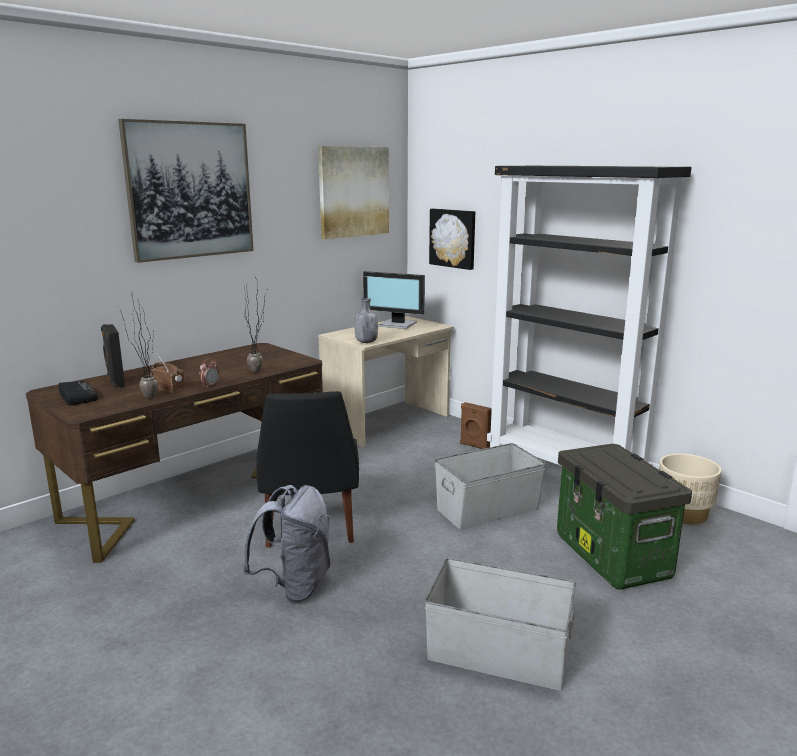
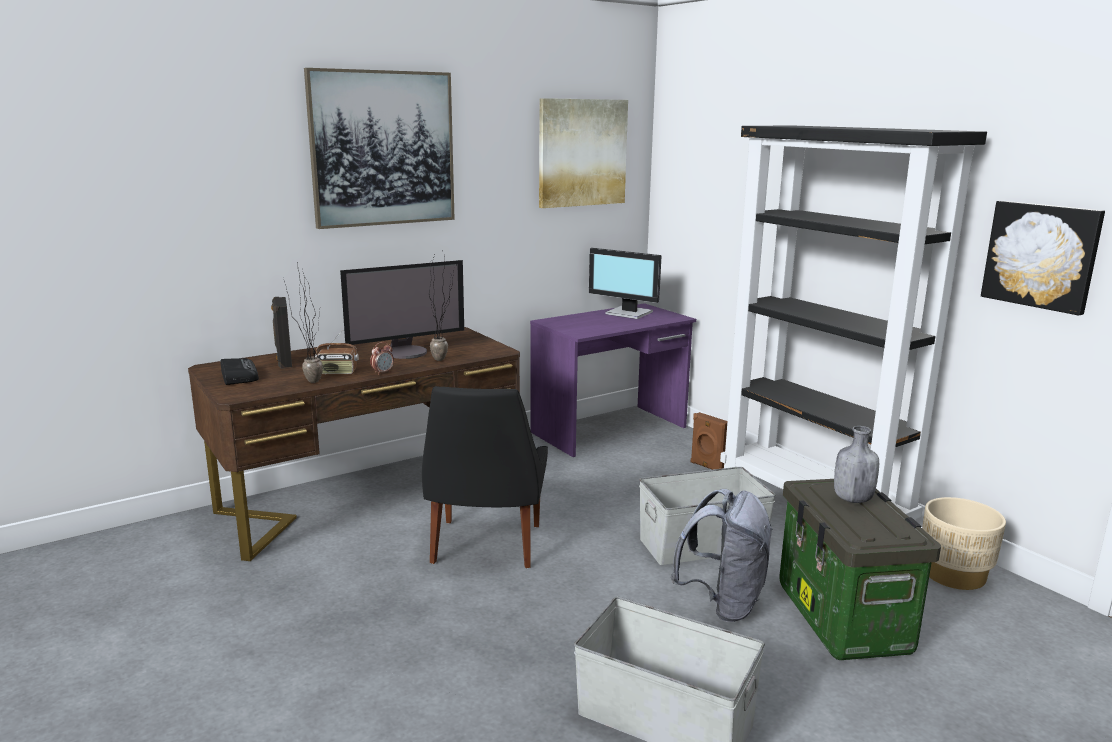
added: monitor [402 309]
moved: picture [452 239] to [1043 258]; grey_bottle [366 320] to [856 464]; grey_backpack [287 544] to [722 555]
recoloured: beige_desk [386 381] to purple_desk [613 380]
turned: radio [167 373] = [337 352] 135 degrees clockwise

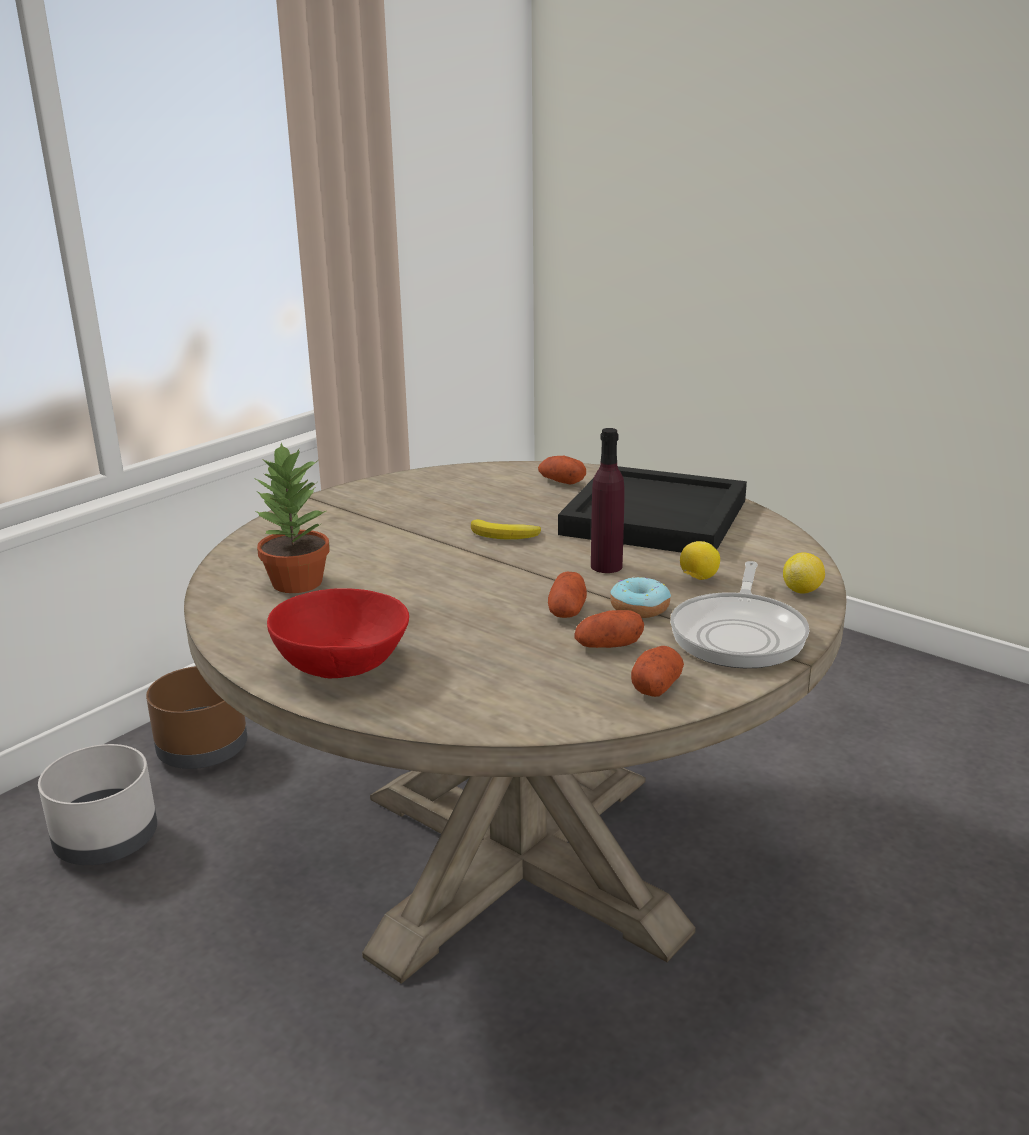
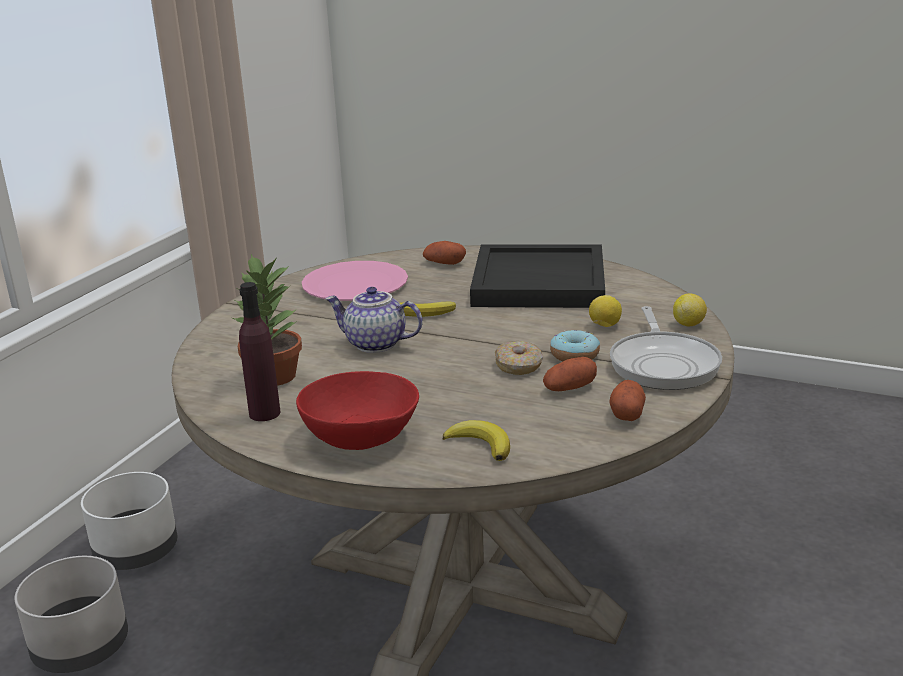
added: pink_plate [355 281]; teapot [374 320]; banana [476 440]
moved: purple_bottle [607 500] to [259 351]
replaced: potato [567 595] to donut [519 358]
recoloured: brown_planter [196 717] to white_planter [129 521]

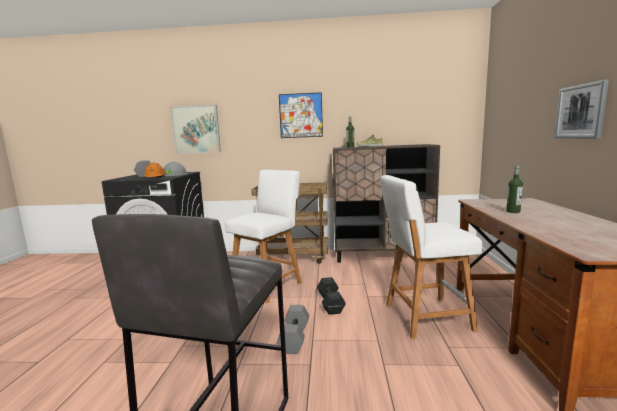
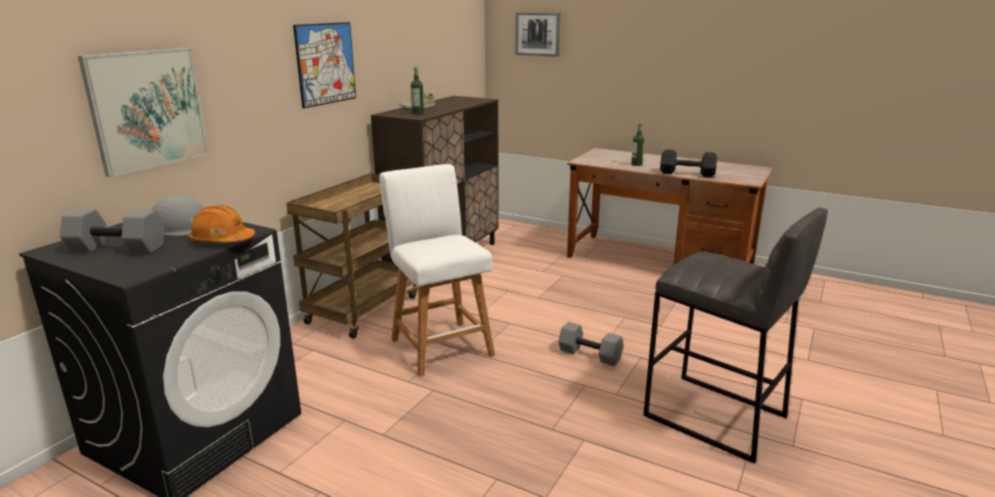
removed: white_stool [431 257]
moved: picture [581 109] to [538 34]; black_dumbbell [331 296] to [688 163]

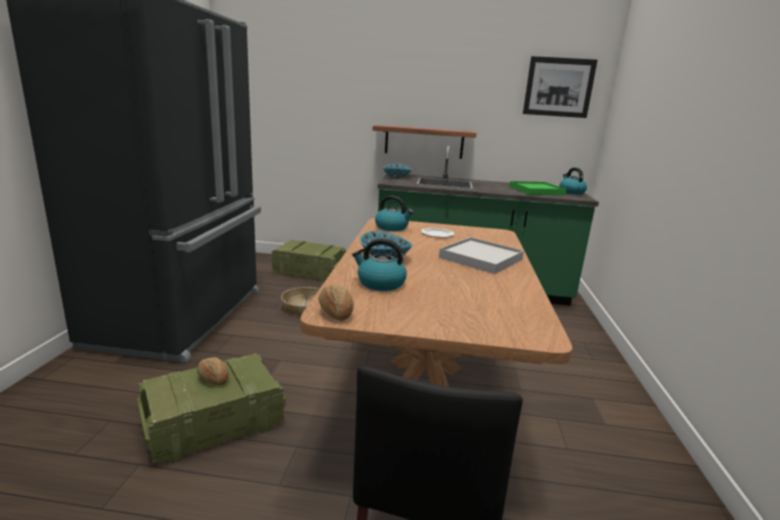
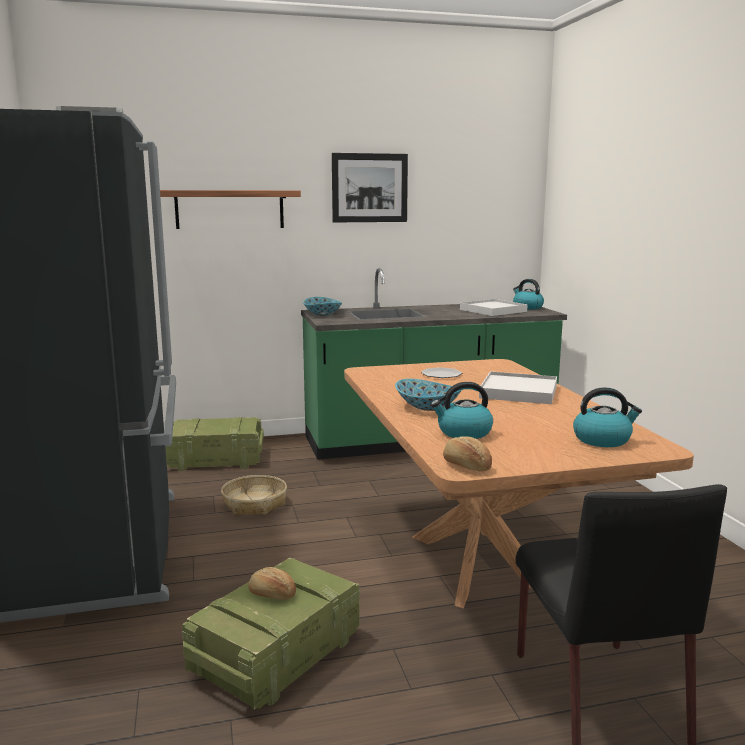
moved: picture [560 87] to [370 187]; shelf [424 142] to [230 209]; kettle [394 213] to [607 417]
recoloured: green_tray [538 188] to white_tray [494 307]

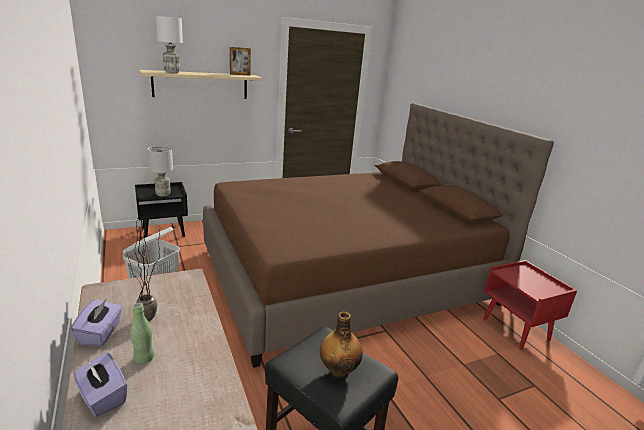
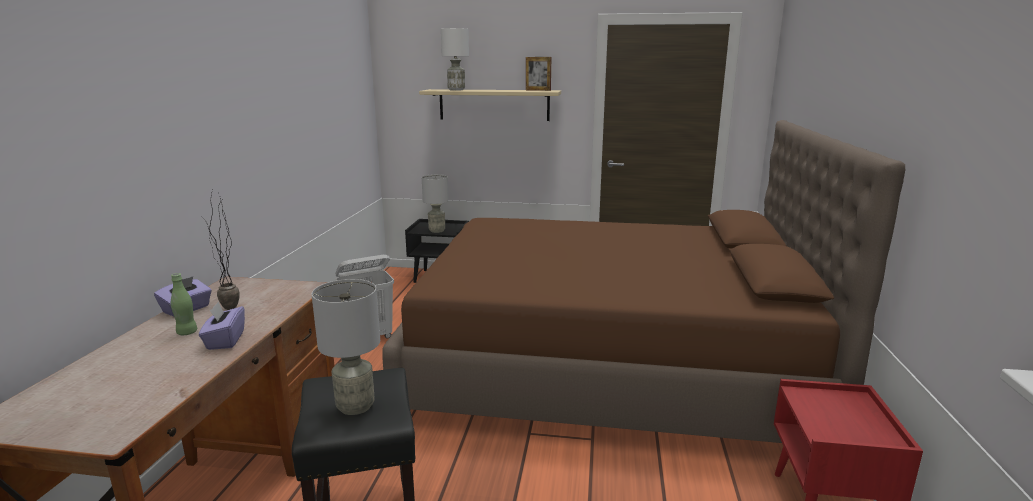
moved: purple_tissue_box [100 384] to [222 326]
replaced: bottle [341 344] to grey_table_lamp [346 347]

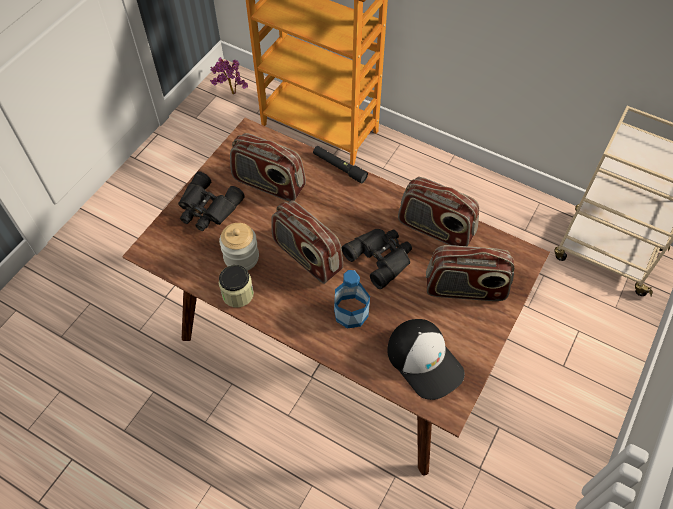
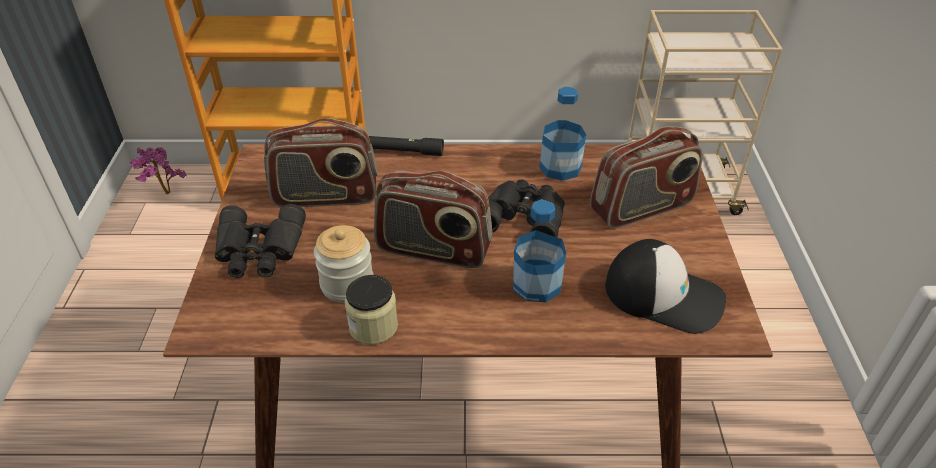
replaced: radio [438 211] to bottle [562 134]

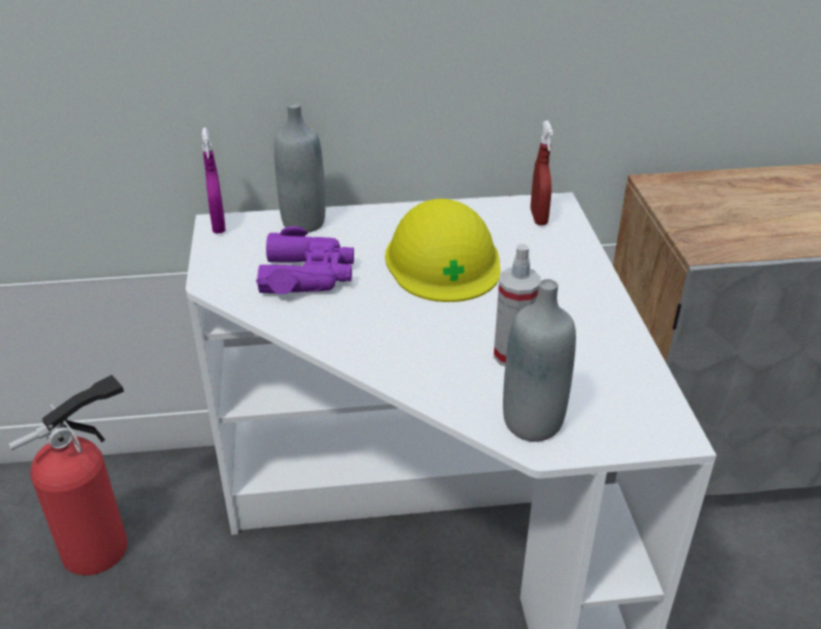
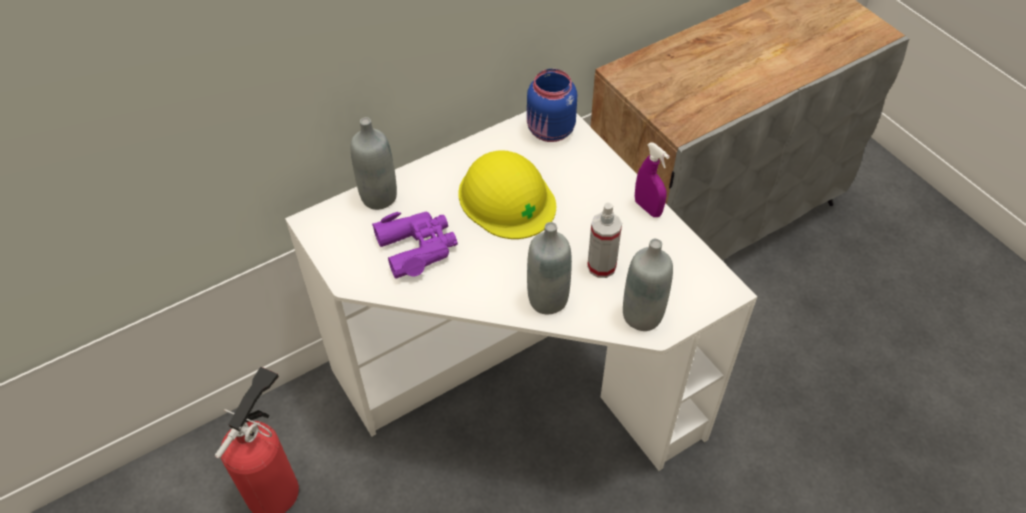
added: grey_bottle [549 268]
moved: purple_spray_bottle [213 181] to [652 179]
replaced: red_spray_bottle [541 172] to blue_jar [552 105]

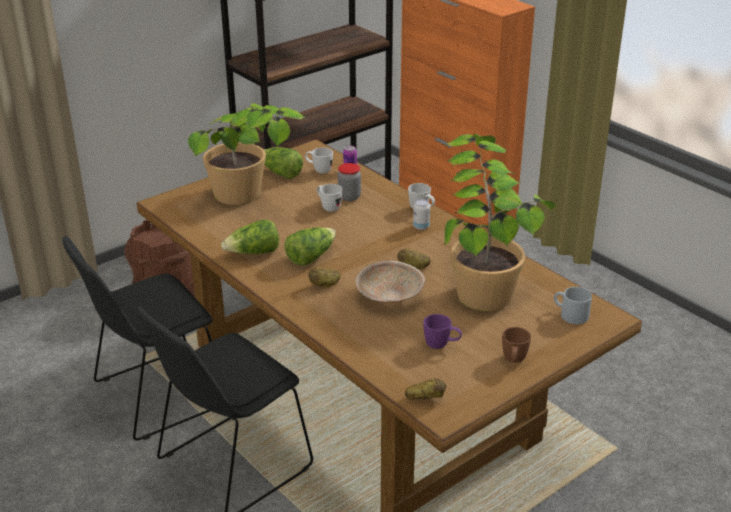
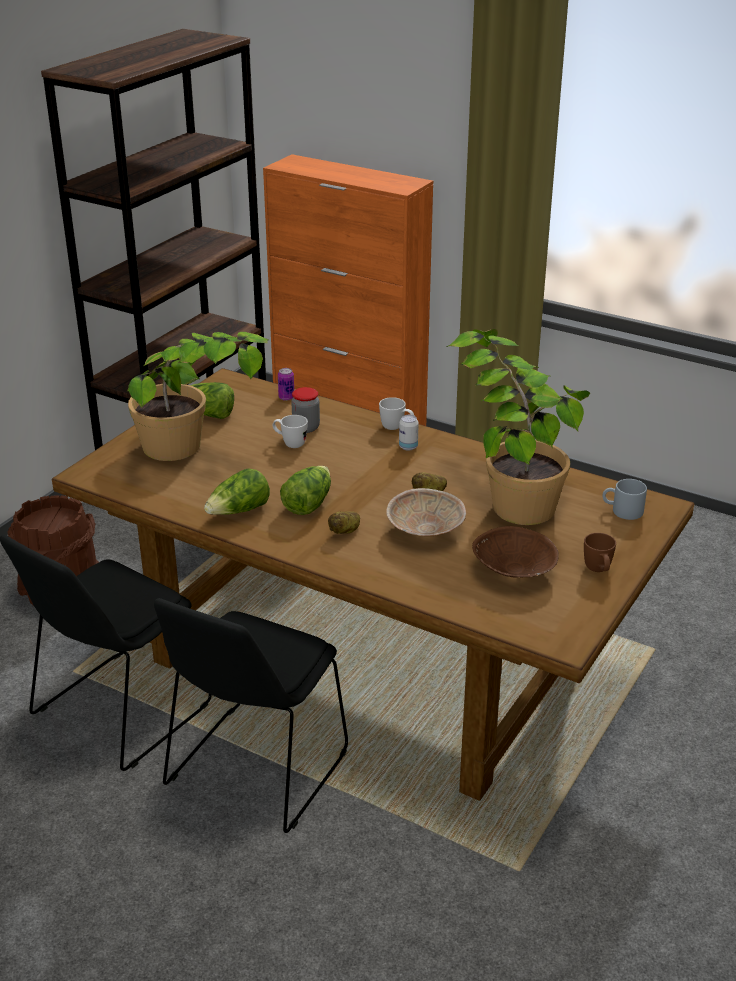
removed: white_mug [319 160]; potato [425 389]
replaced: purple_mug [442 331] to brown_bowl [515 552]

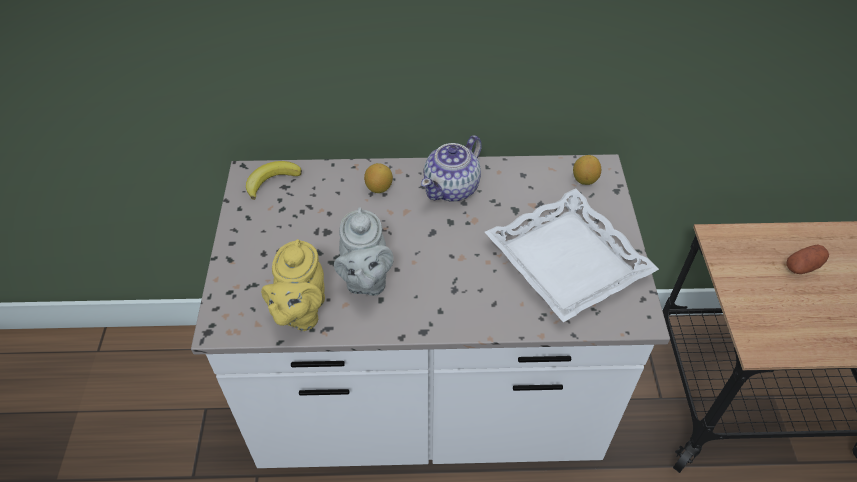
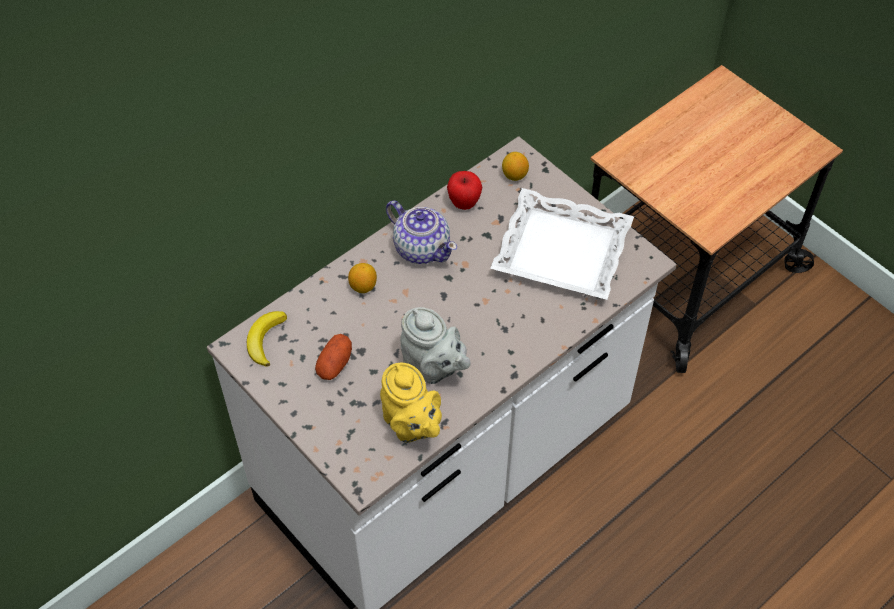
added: apple [464 190]
moved: potato [807 259] to [333 357]
turned: teapot [451 168] = [421 232] 45 degrees counterclockwise

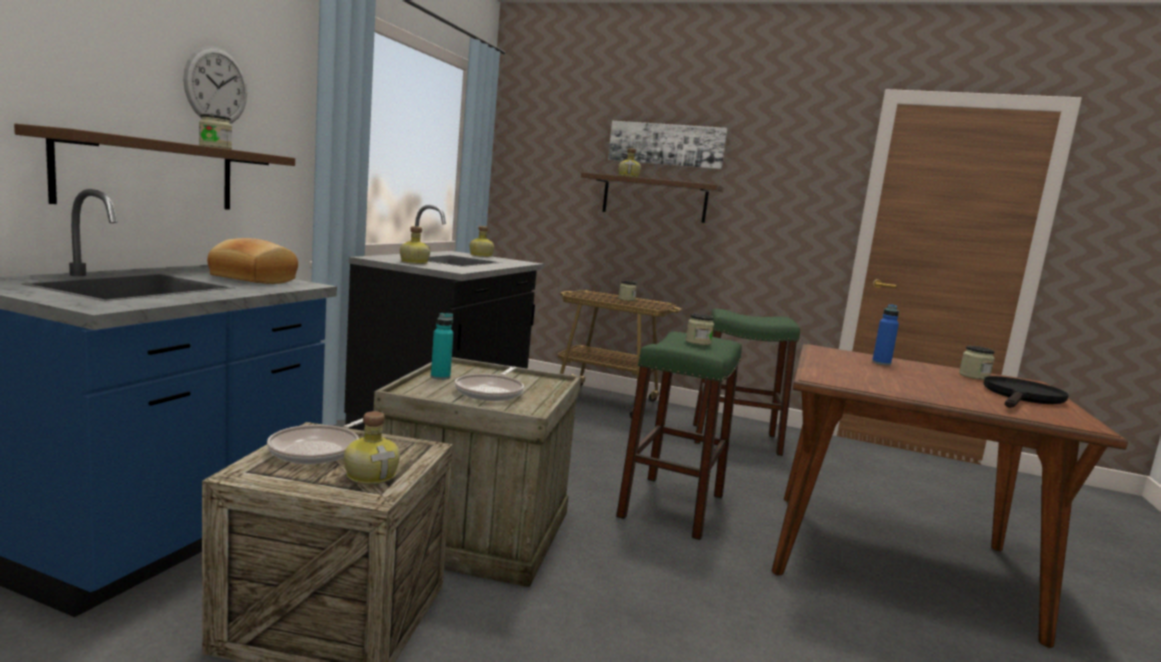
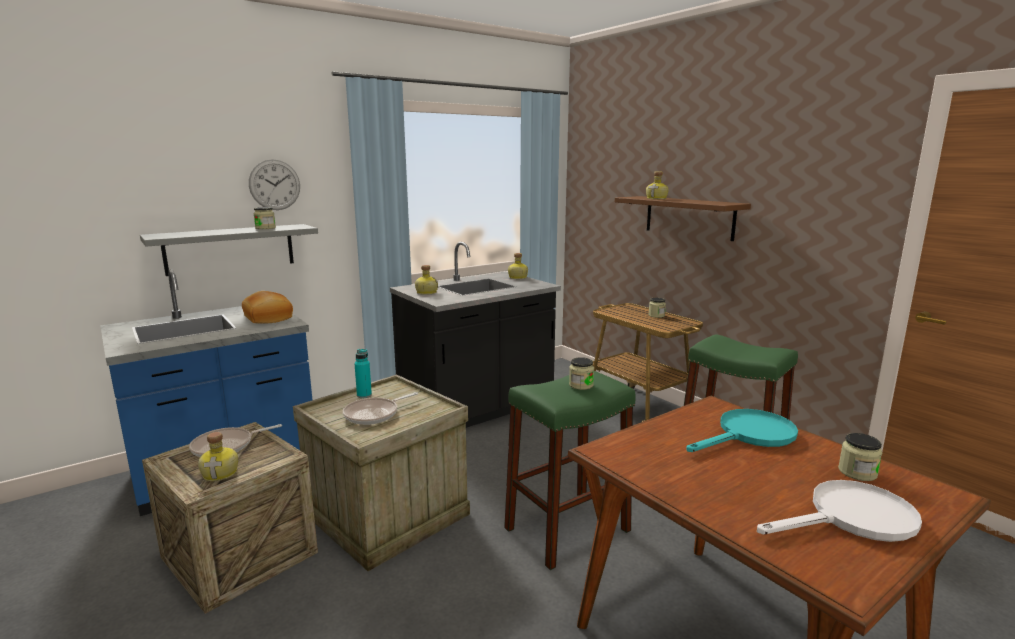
removed: picture [668 145]
replaced: blue_bottle [885 335] to turquoise_frying_pan [742 430]
recoloured: brown_shelf [154 167] to grey_shelf [229 250]; black_frying_pan [1026 392] to white_frying_pan [839 511]

